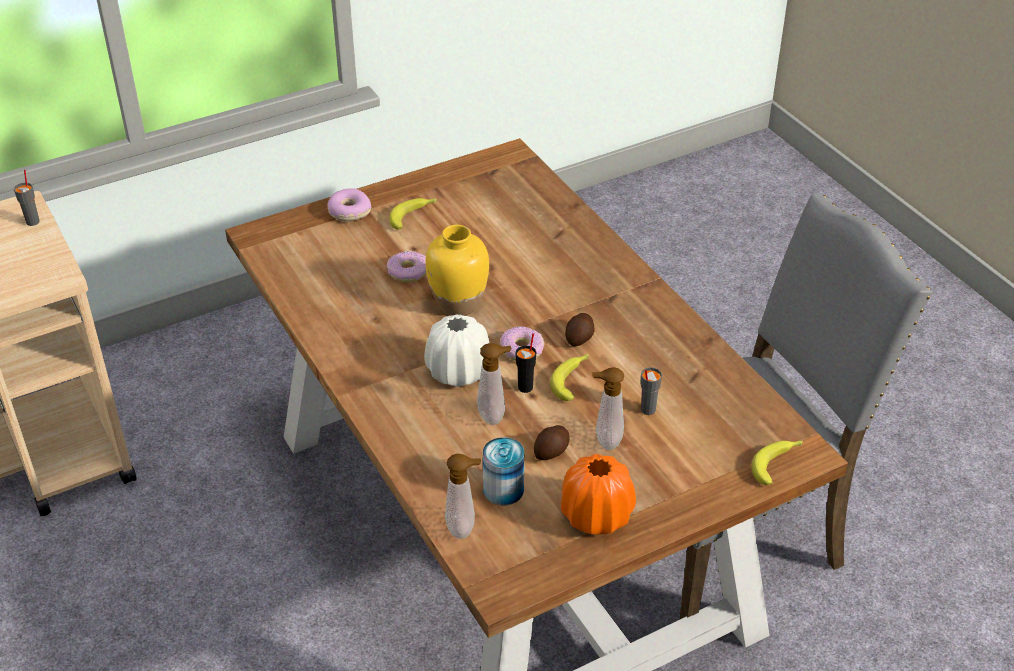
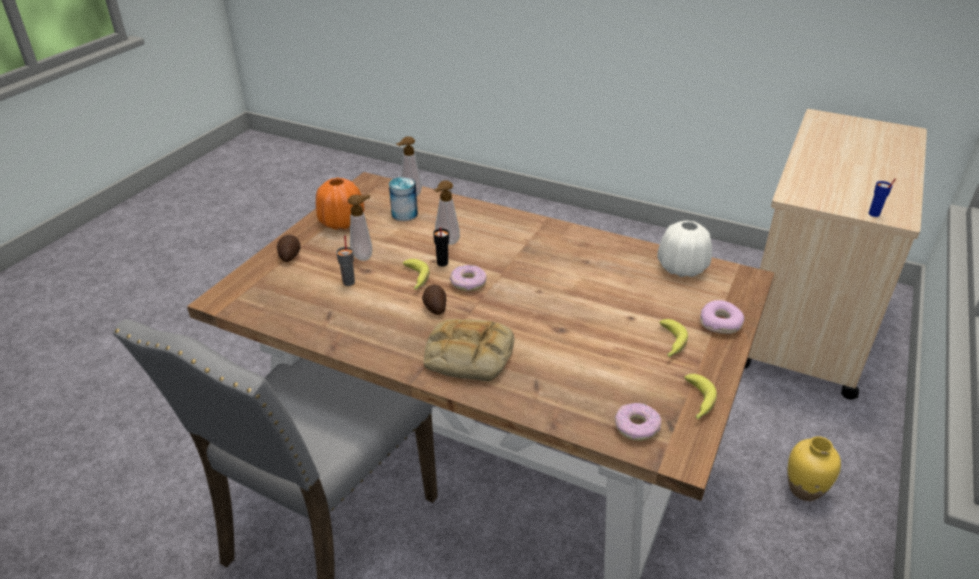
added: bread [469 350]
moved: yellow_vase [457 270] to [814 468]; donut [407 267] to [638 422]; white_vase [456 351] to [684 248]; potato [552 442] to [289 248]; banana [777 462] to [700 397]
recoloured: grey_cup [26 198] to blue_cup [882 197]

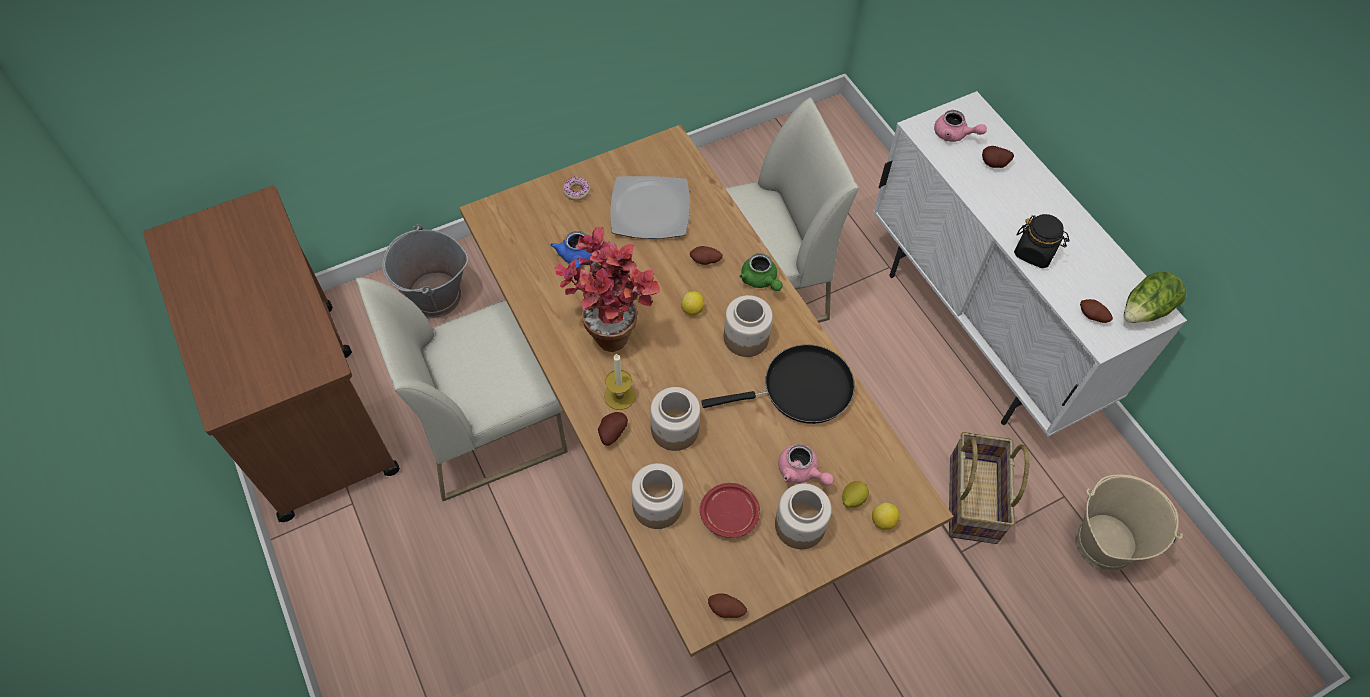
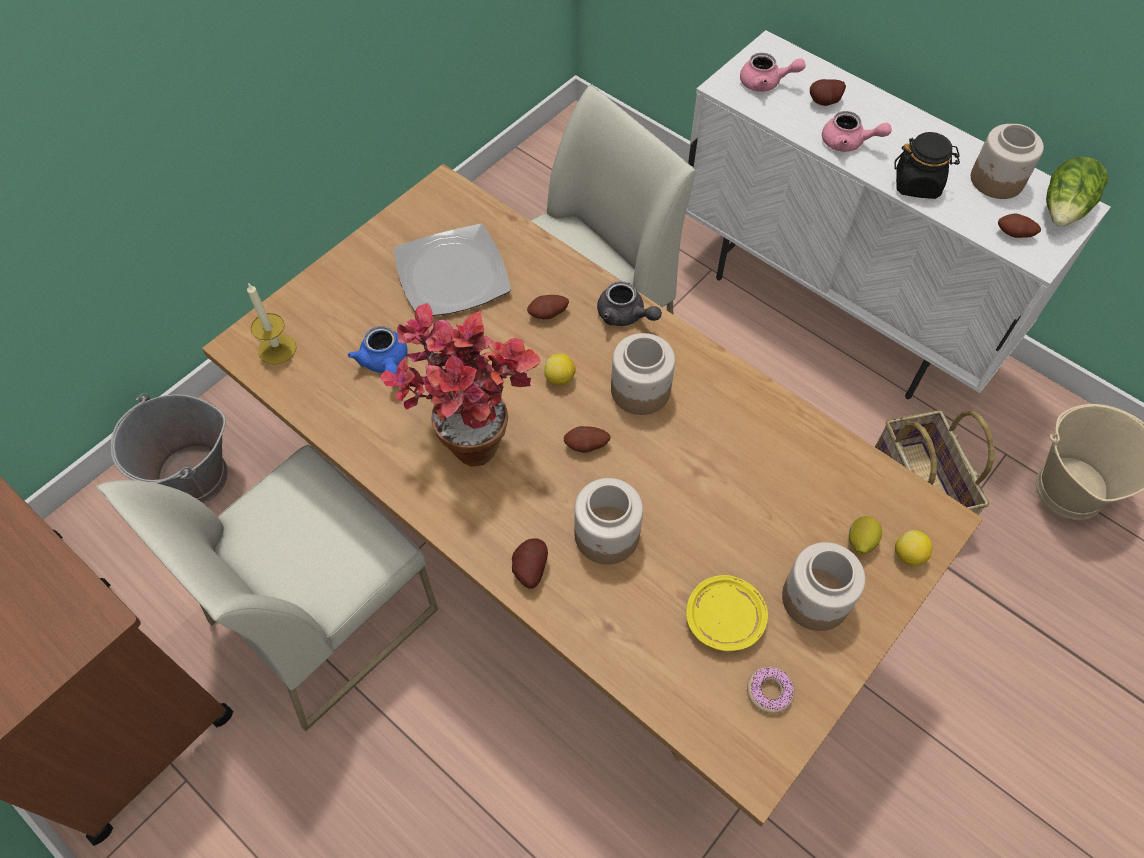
removed: black_frying_pan [778 384]
moved: donut [576 189] to [770 690]; candle [619 381] to [271 323]; pink_teapot [806 465] to [857 131]; jar [657 496] to [1007 161]; potato [727 605] to [587 439]
recoloured: green_teapot [761 272] to grey_teapot [629 303]; red_plate [730 510] to yellow_plate [727 613]

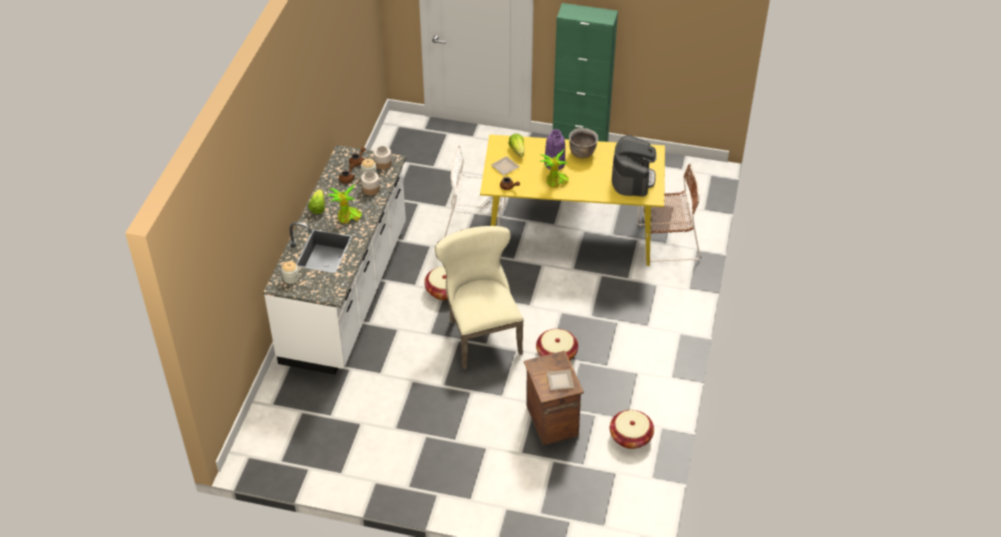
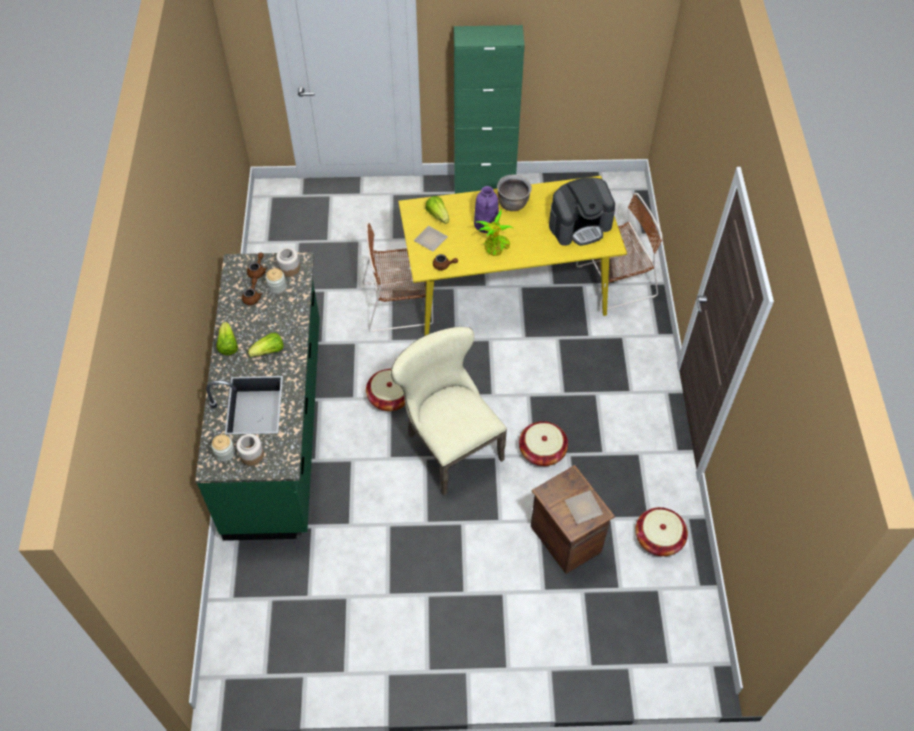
moved: jar [370 183] to [250 450]
replaced: potted_plant [344 204] to lettuce [266 344]
recoloured: white_counter [334 260] to green_counter [257 396]; white_chair [474 191] to brown_chair [397 277]
turned: coffee_machine [634 166] = [582 211] 75 degrees clockwise

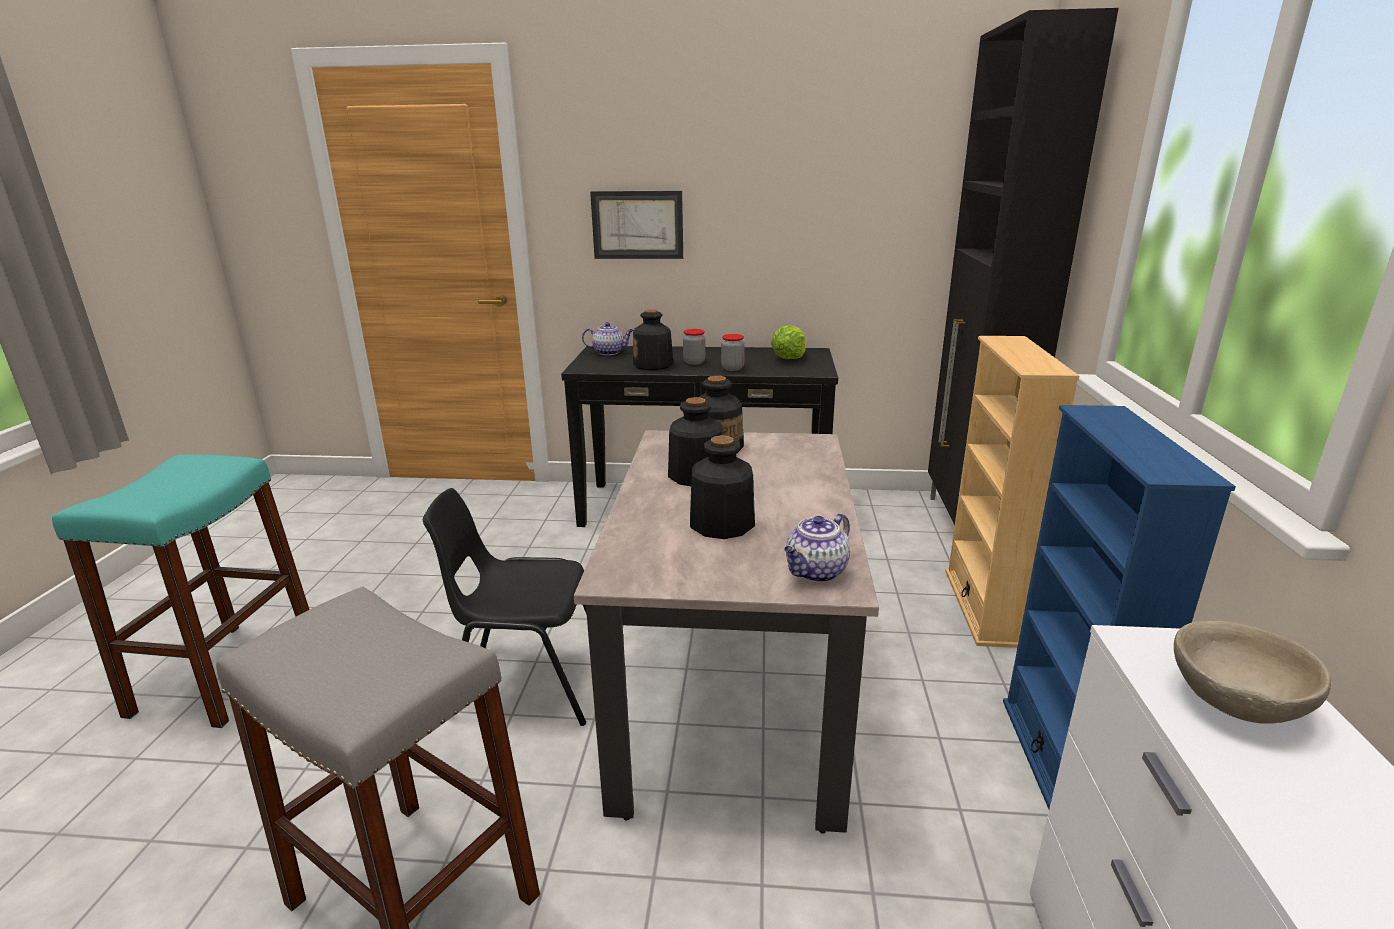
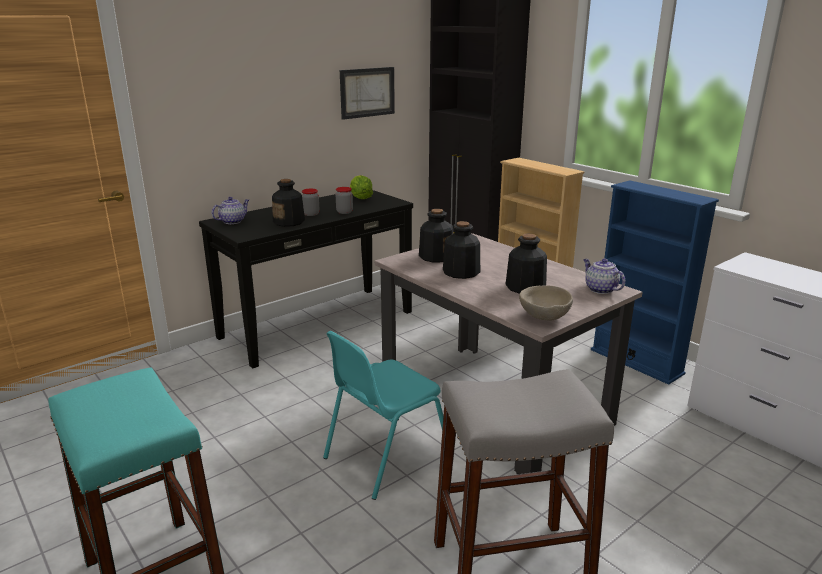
moved: picture [636 225] to [367 93]; beige_bowl [1252 672] to [546 302]
recoloured: black_chair [505 607] to turquoise_chair [383 415]
turned: teapot [817 547] = [604 276] 150 degrees clockwise

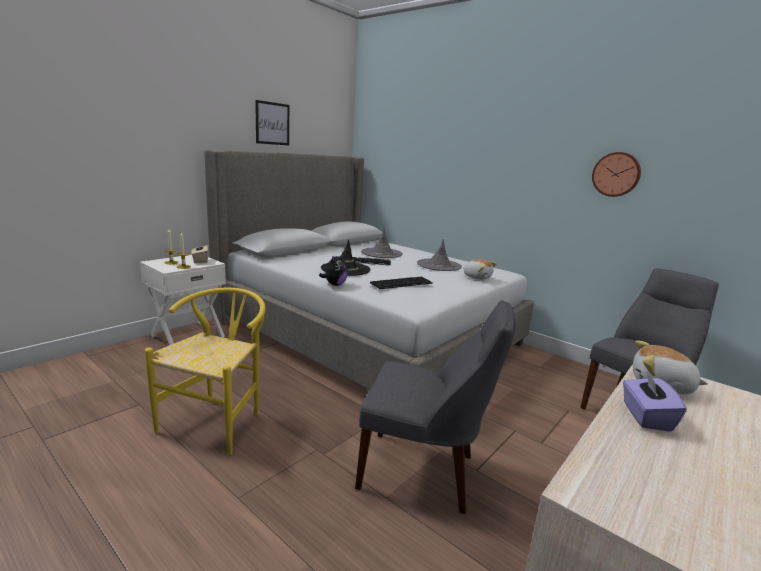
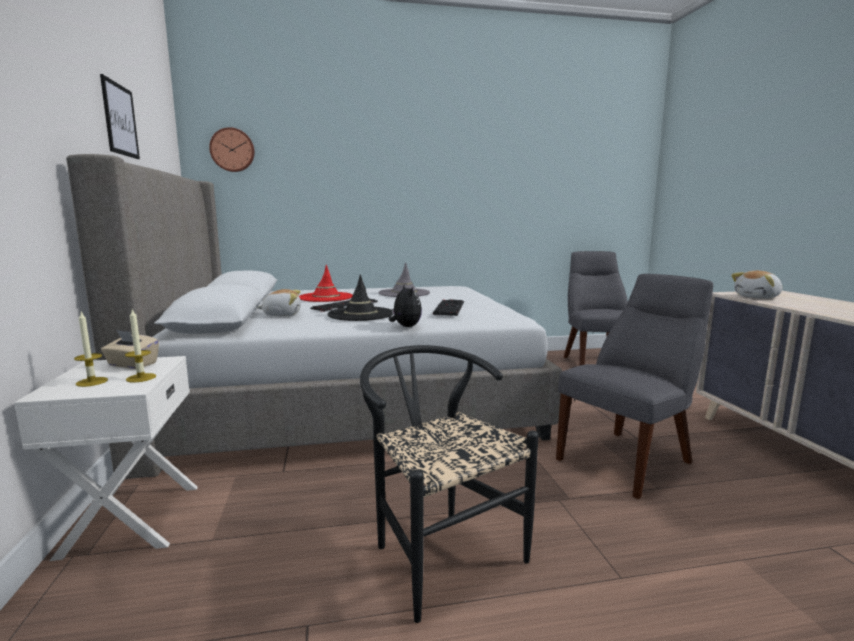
removed: purple_tissue_box [655 401]
moved: wall_clock [616 174] to [232 149]; plush_toy [480 269] to [279 302]
recoloured: grey_hat [382 243] to red_hat [326 283]; yellow_chair [205 371] to black_chair [449 484]

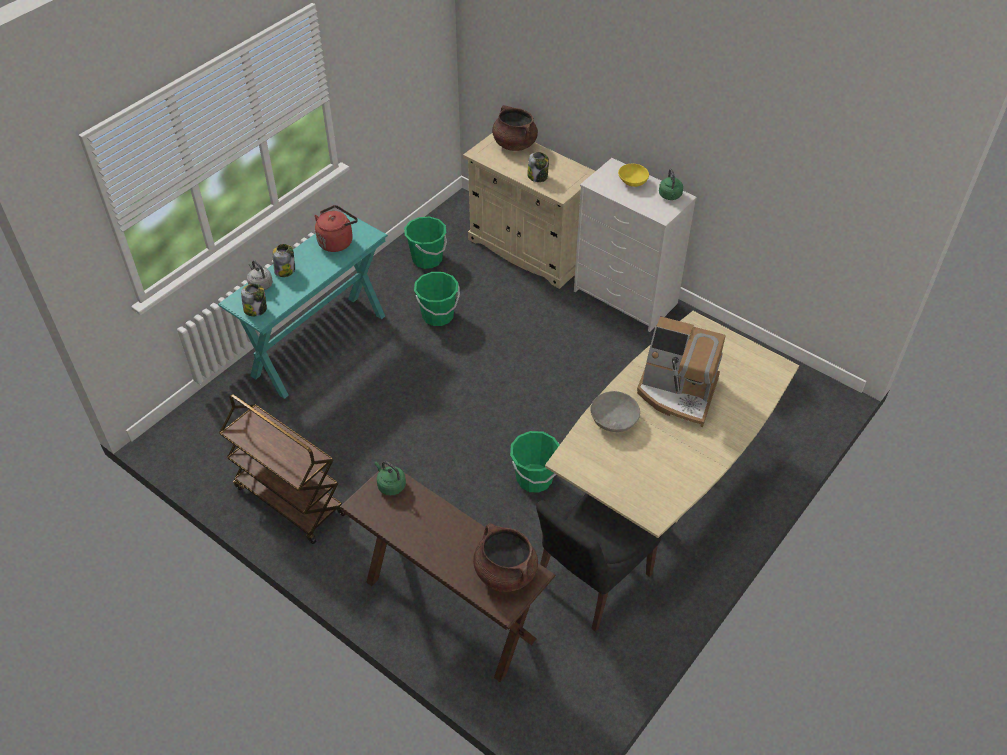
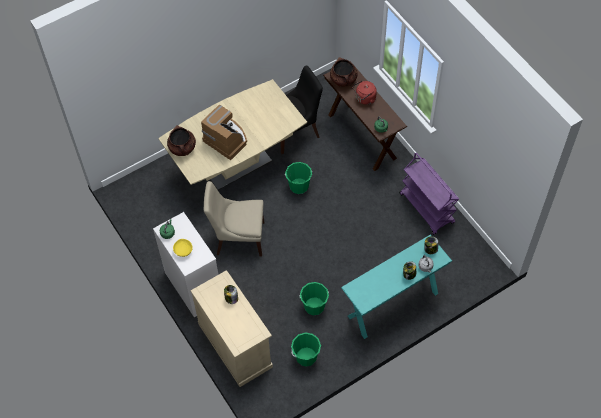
removed: grey_bowl [615 411]
added: beige_chair [234 219]
moved: brown_cooking_pot [515 128] to [181 140]; red_kettle [336 228] to [364 93]
recoloured: brown_cart [282 469] to purple_cart [429 194]

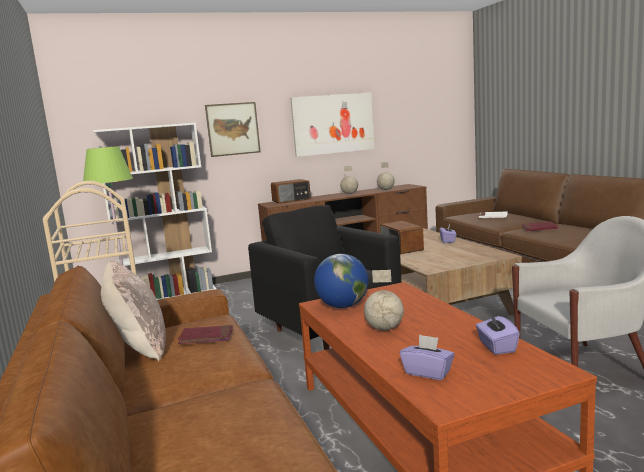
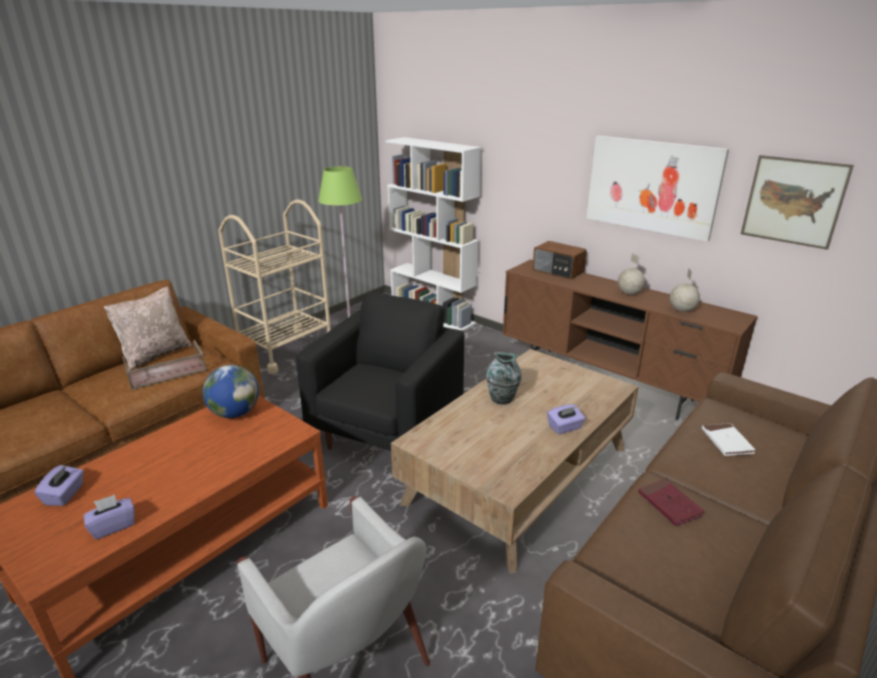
removed: globe [384 300]
moved: picture [233 129] to [797 202]
replaced: radio [402 237] to vase [504 378]; red_book [205 334] to brown_tray [164 365]

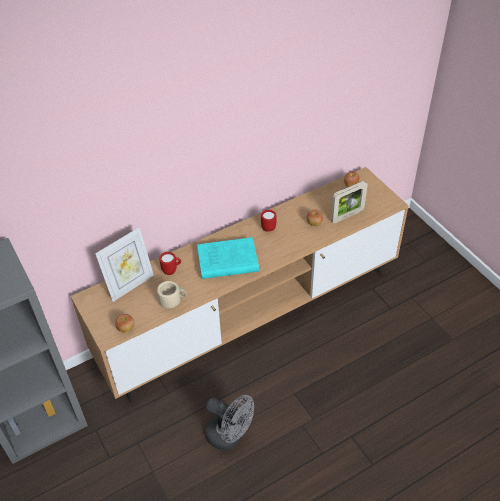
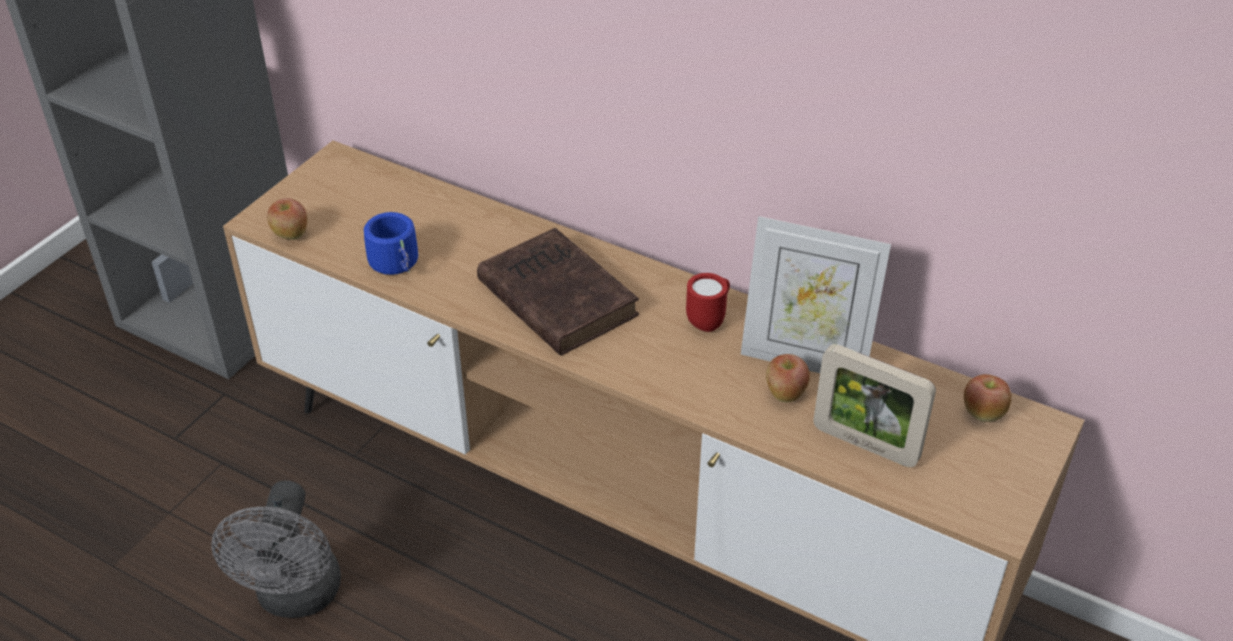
removed: red_mug [170 263]
moved: picture_frame [124 264] to [816 294]
recoloured: turquoise_book [228 258] to brown_book [558 292]; beige_mug [172 295] to blue_mug [391 243]

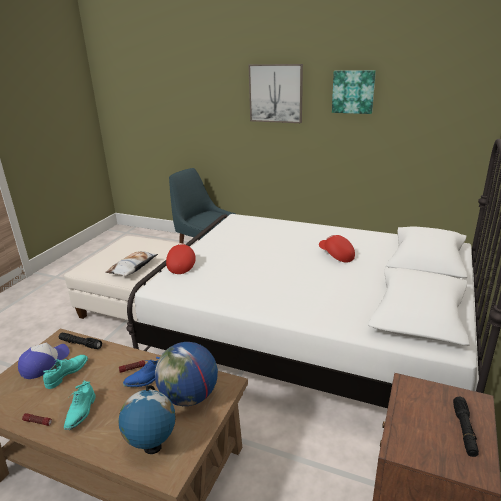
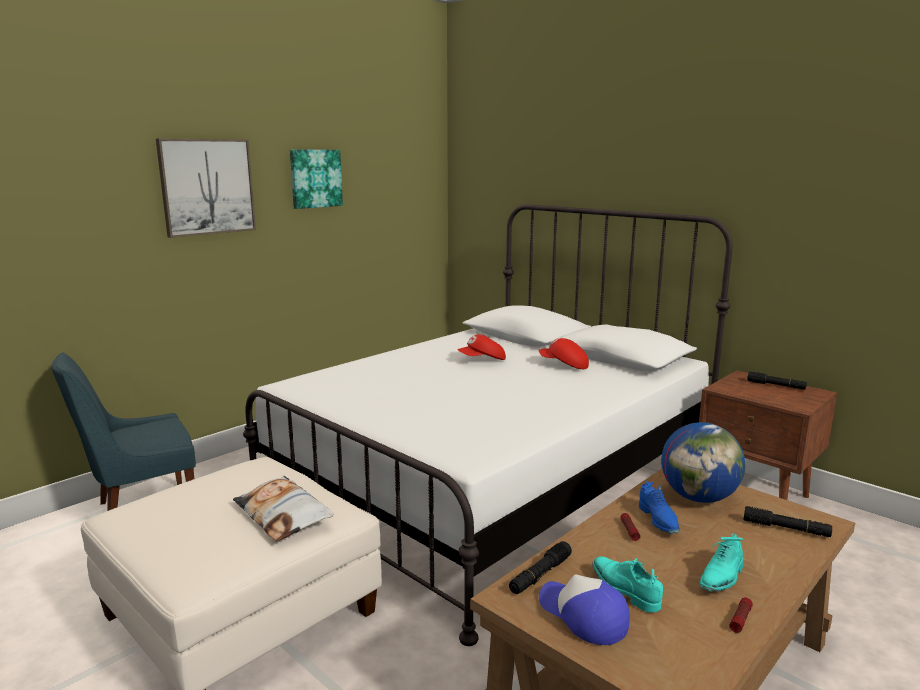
moved: red_cap [181 259] to [564 353]
replaced: globe [147 419] to black_flashlight [788 521]
turned: turquoise_shoe [80 405] = [721 563] 105 degrees clockwise

